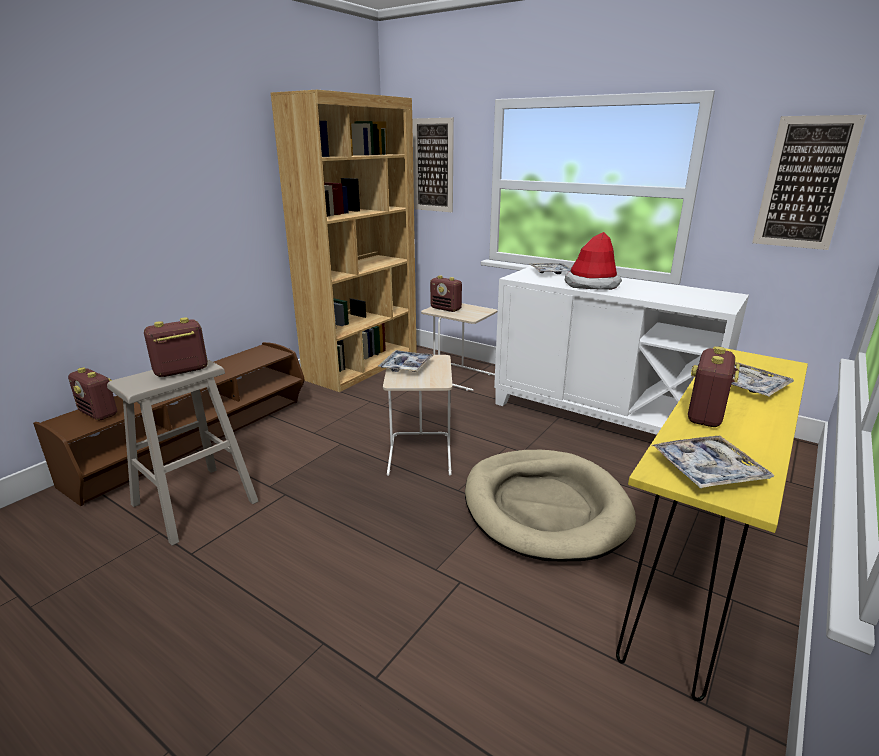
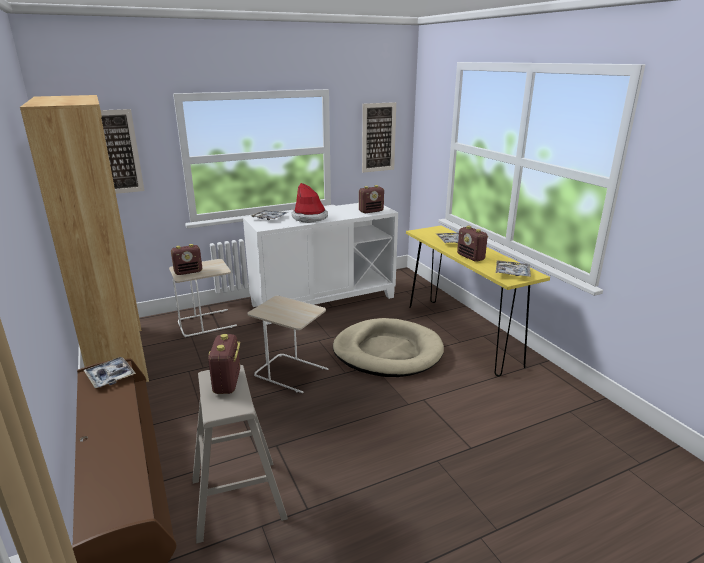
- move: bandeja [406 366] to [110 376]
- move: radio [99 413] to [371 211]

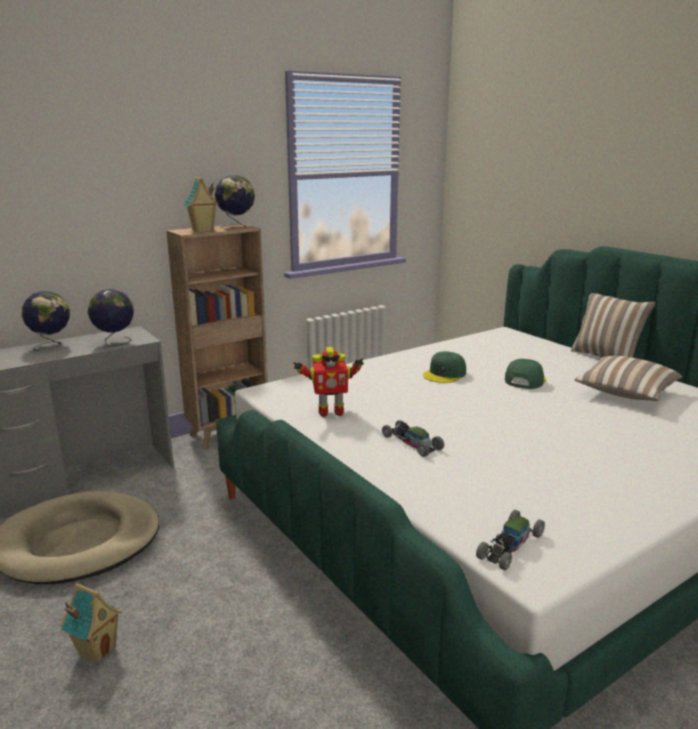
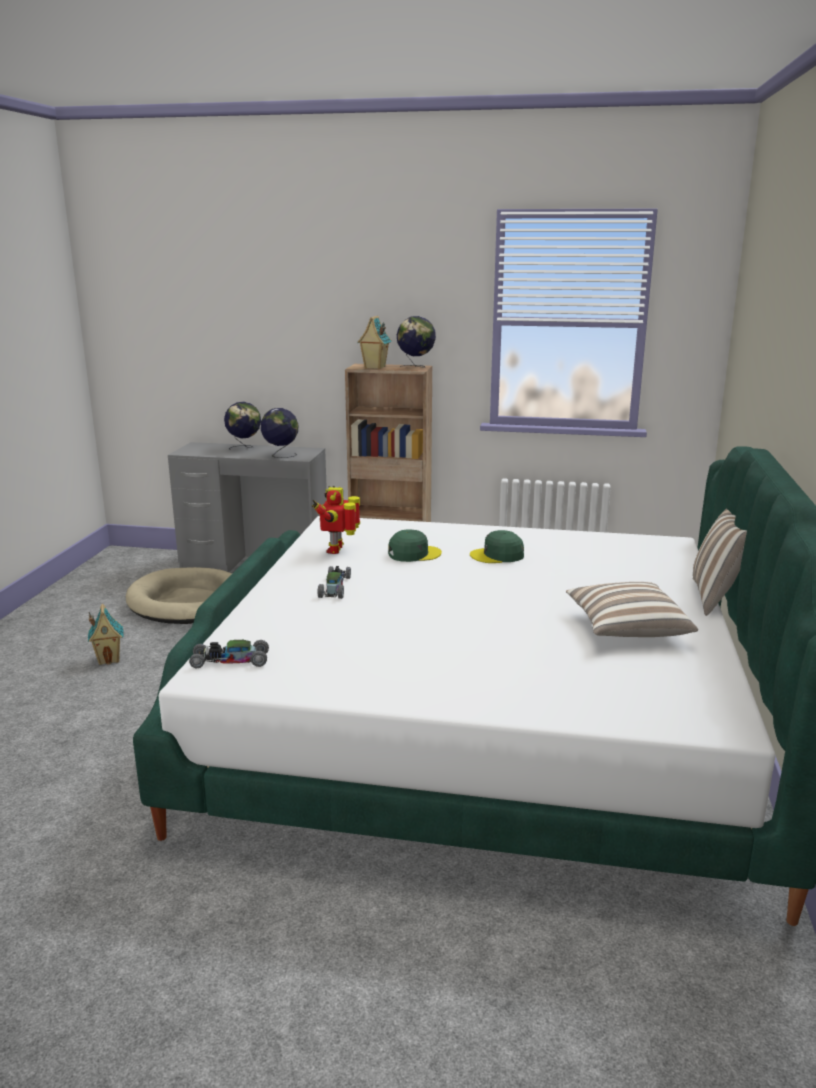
- rotate: robot de juguete [330 412] = [337 549] 60 degrees clockwise
- move: gorra (verde) [524 380] to [414 554]

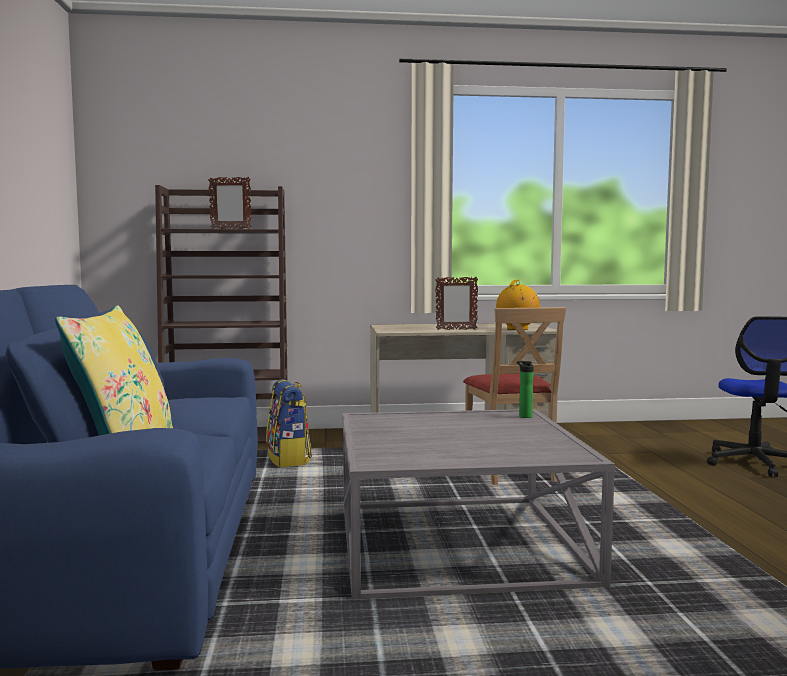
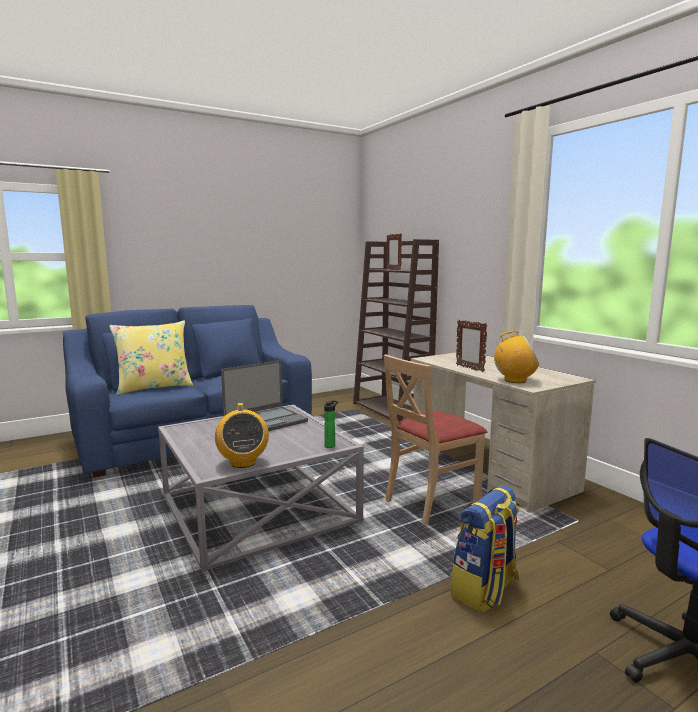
- move: mochila [289 460] to [485 590]
- insert: portátil [265 422]
- insert: radio [243 462]

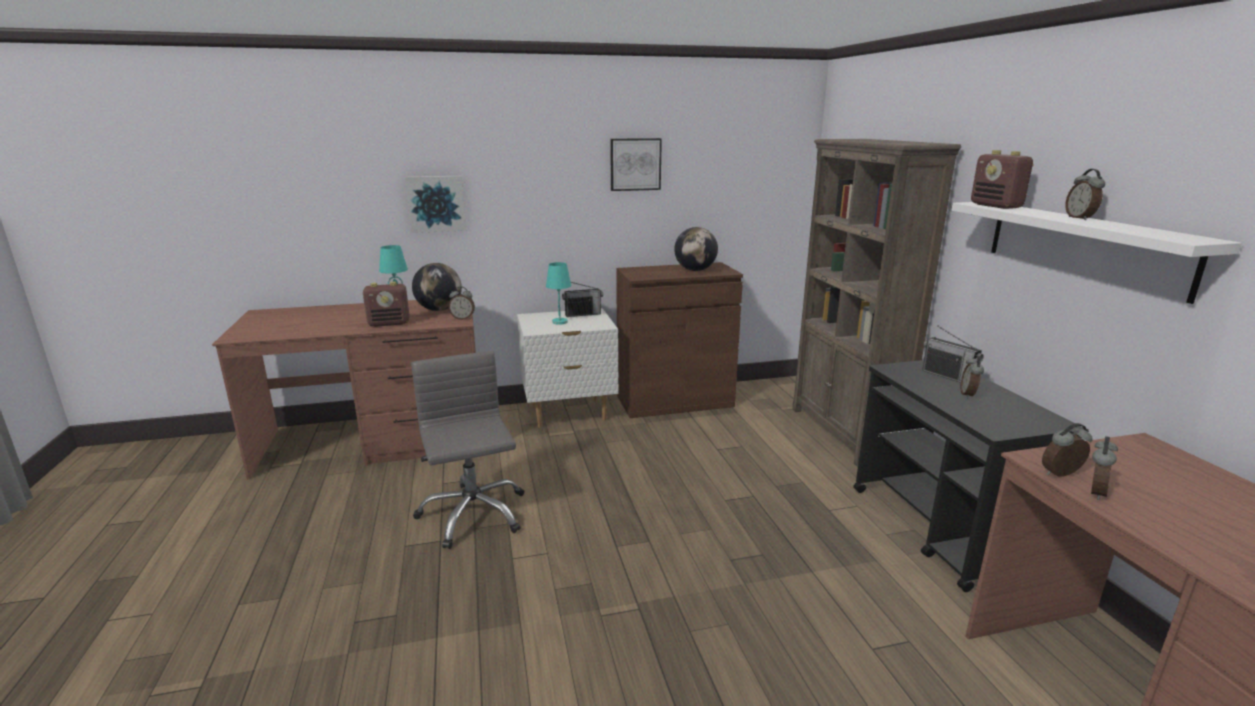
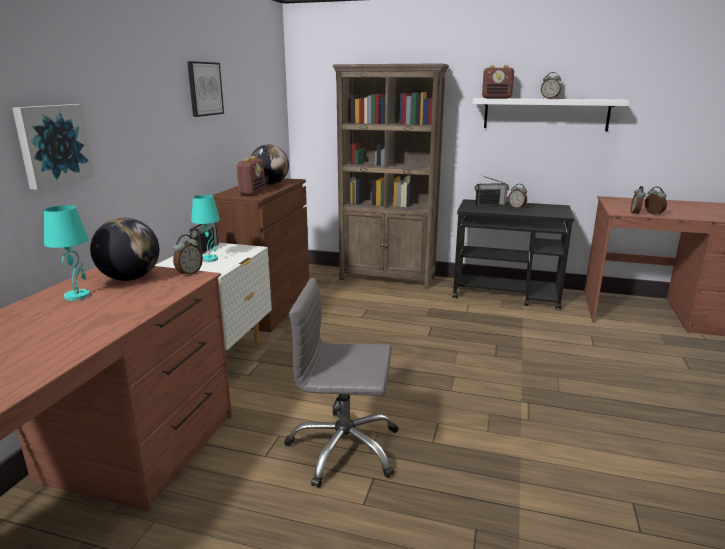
- move: radio [389 323] to [252 192]

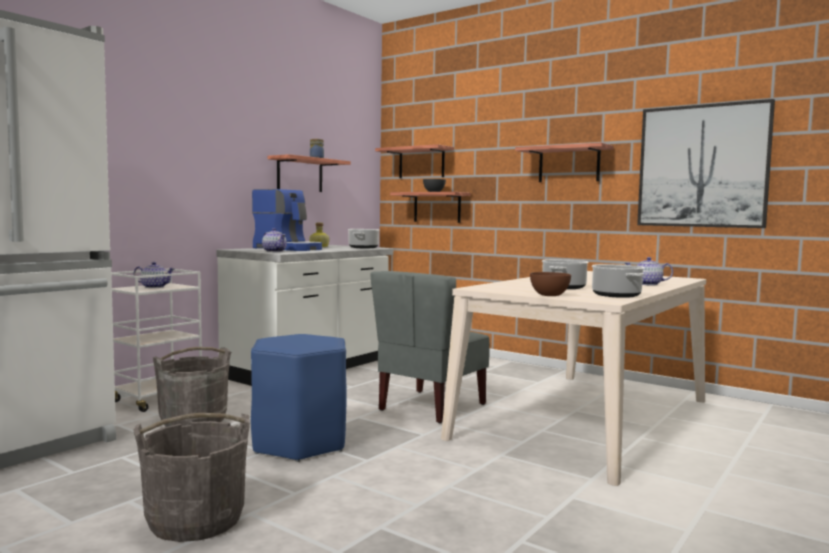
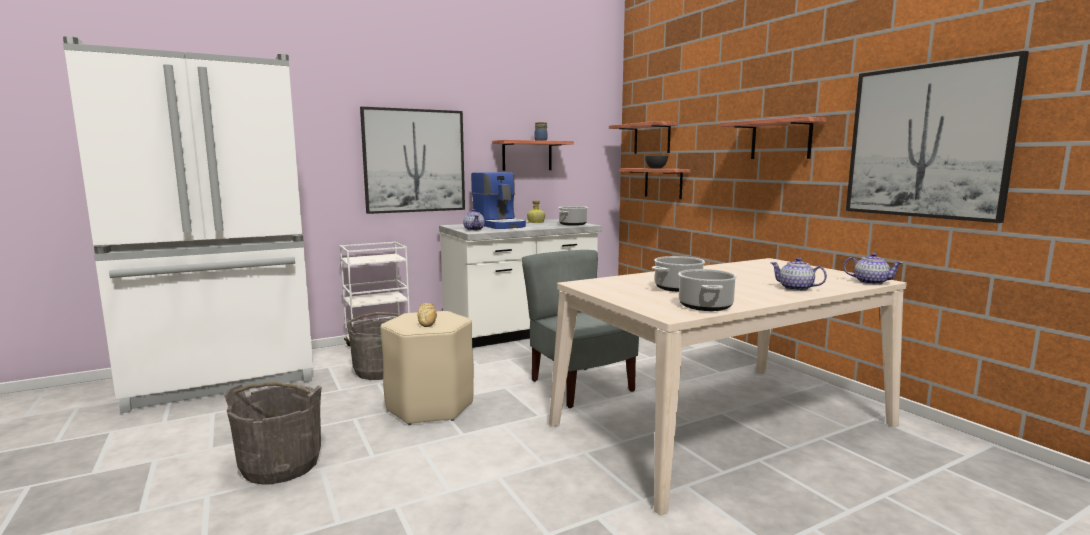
- move: tetera [154 287] to [870 282]
- rotate: silla (gris) [430 407] = [579 386] 90 degrees clockwise
- delete: cuenco (marrón) [549 295]
- recolor: taburete (azul) [300 443] to taburete (beis) [430 406]
- insert: cuadro [414 161]
- insert: pan [427 319]

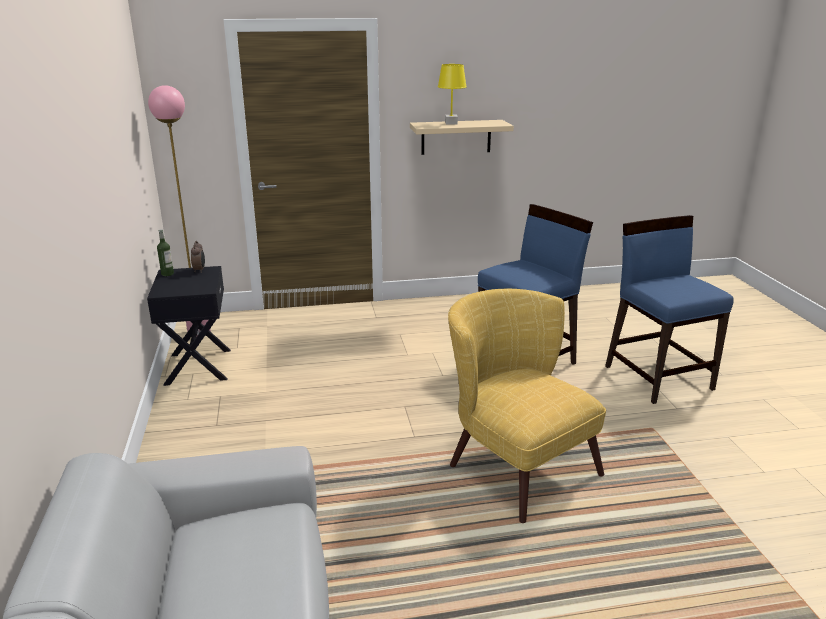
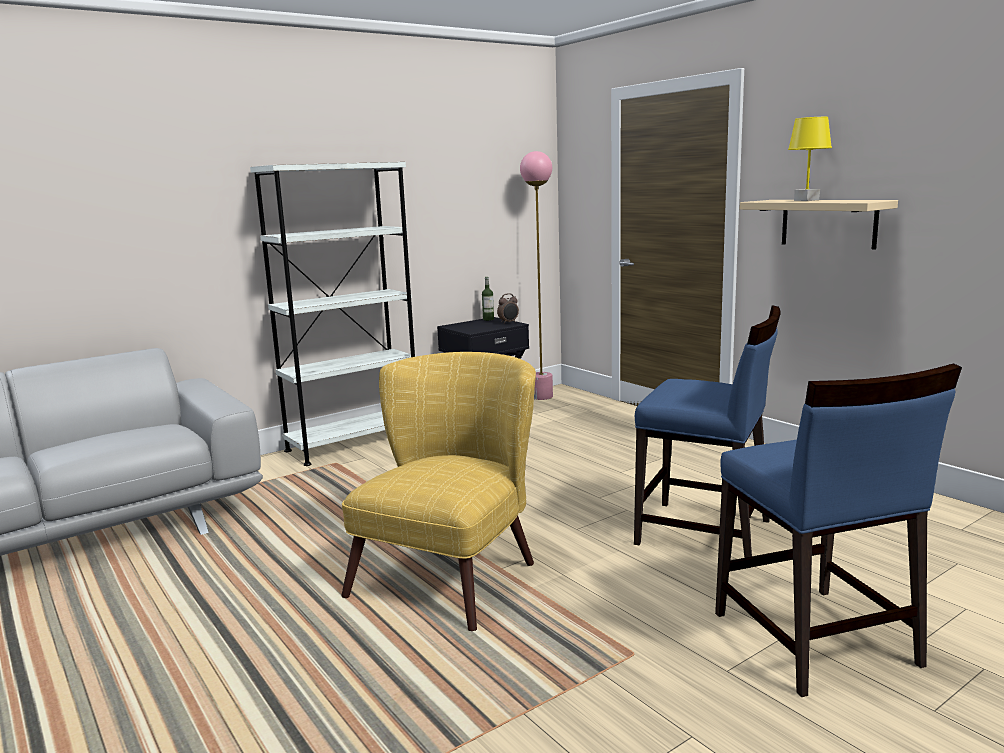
- rotate: silla (azul) [658 377] = [814 640] 120 degrees clockwise
- insert: estantería (blanco) [354 443]

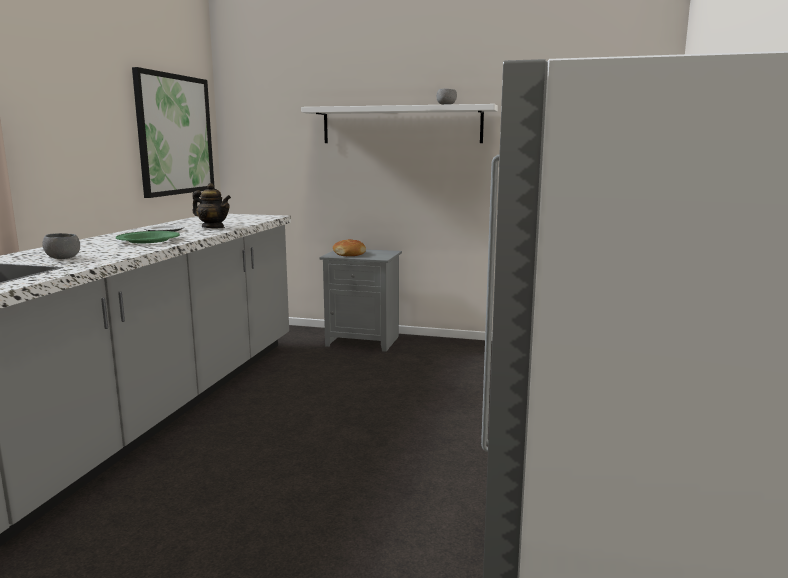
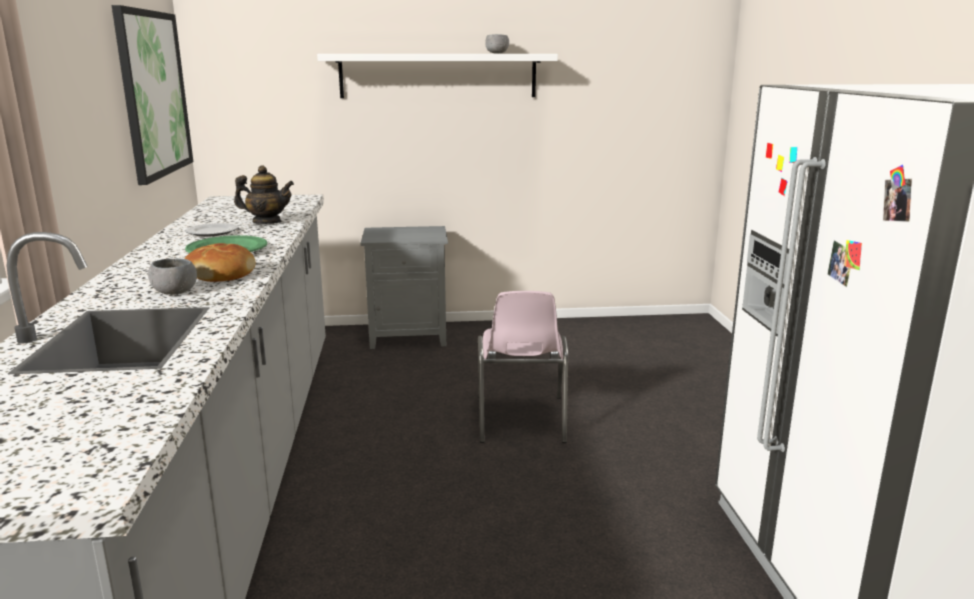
- move: pan [349 254] to [221 274]
- insert: silla (rosa) [520 420]

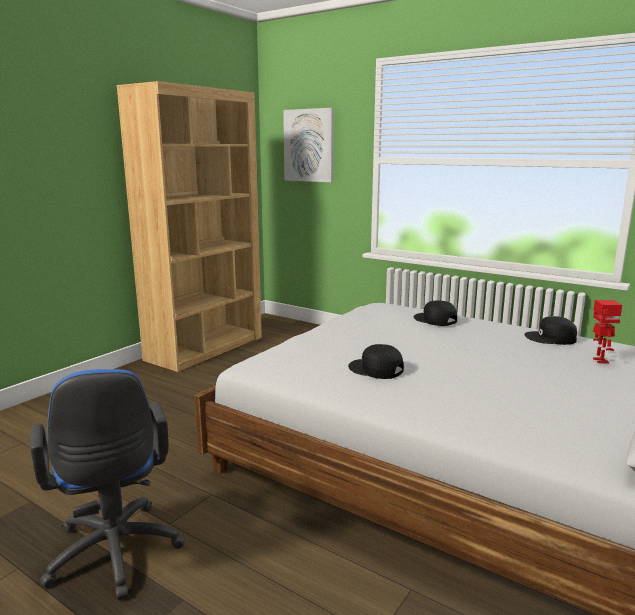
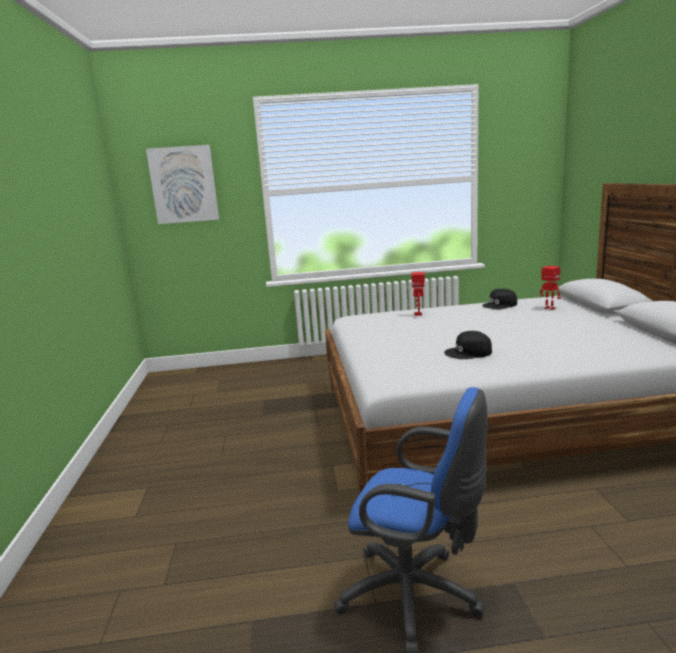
- delete: estantería (marrón) [206 348]
- replace: gorra (negro) [434 320] to robot de juguete [418 314]

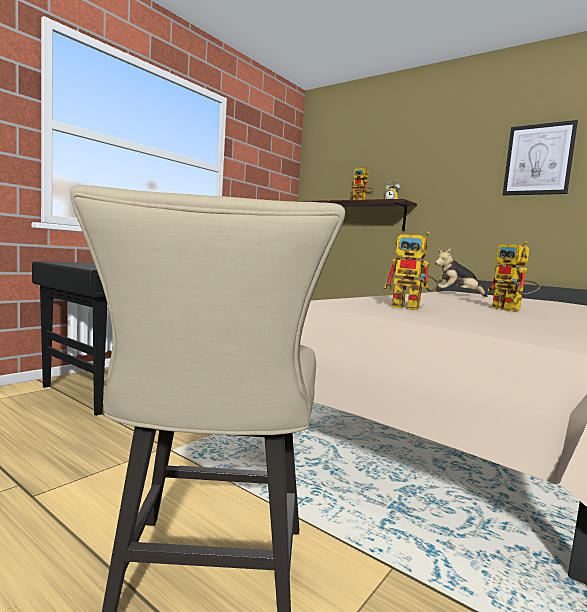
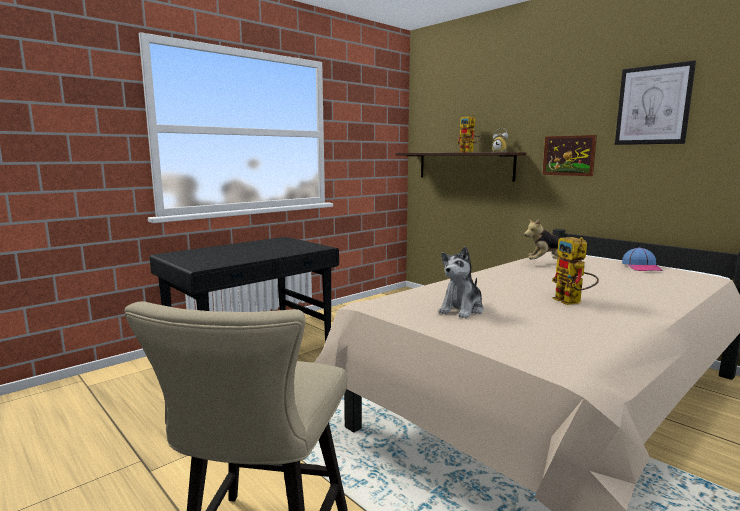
- replace: robot de juguete [412 308] to peluche [462 310]
- insert: cuadro [568 155]
- insert: gorra [641 267]

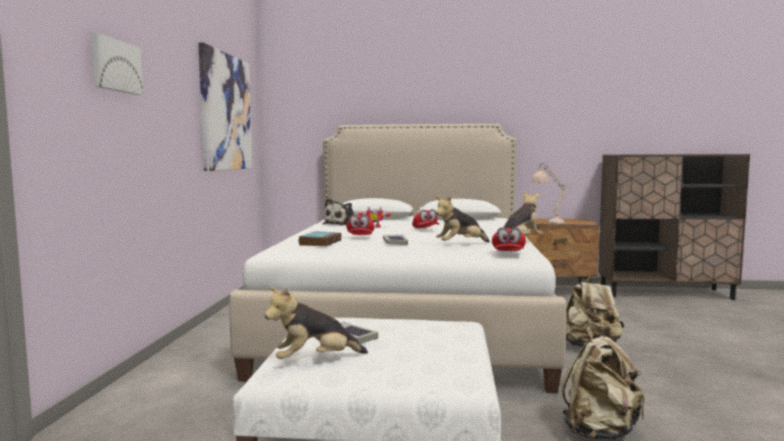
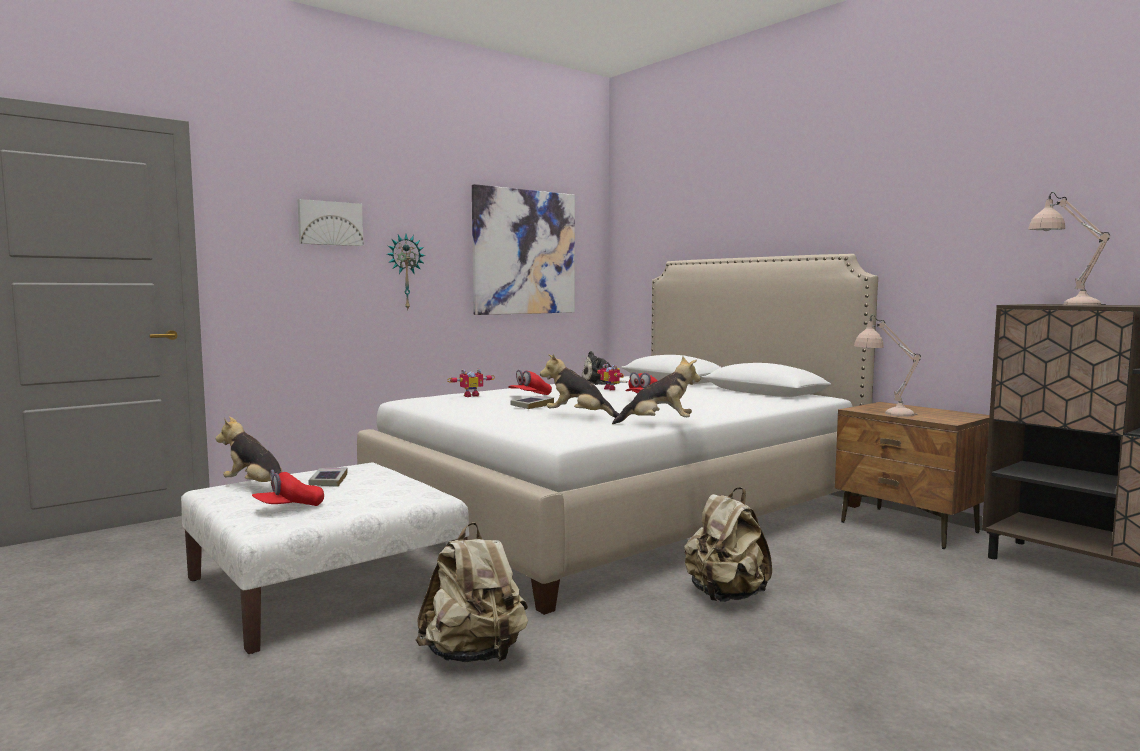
- move: gorra (rojo) [508 254] to [289 508]
- replace: libro [320 242] to robot de juguete [470 395]
- insert: lámpara de mesa (beis) [1063 304]
- insert: reloj de pared [405 272]

